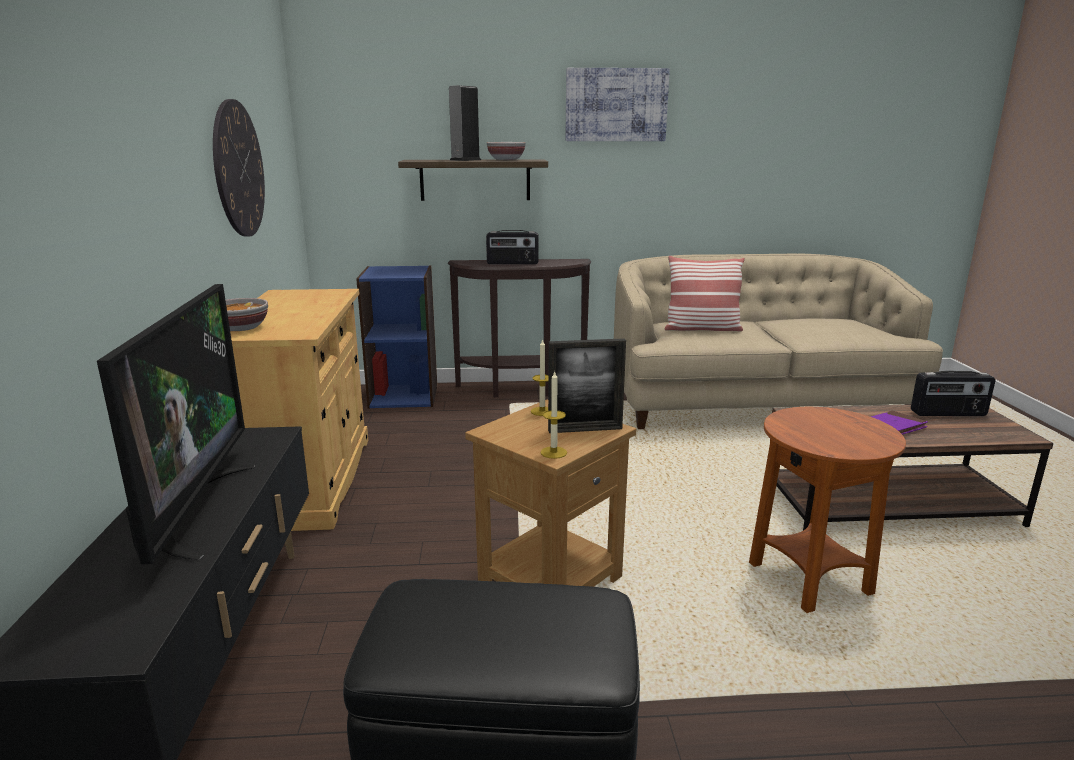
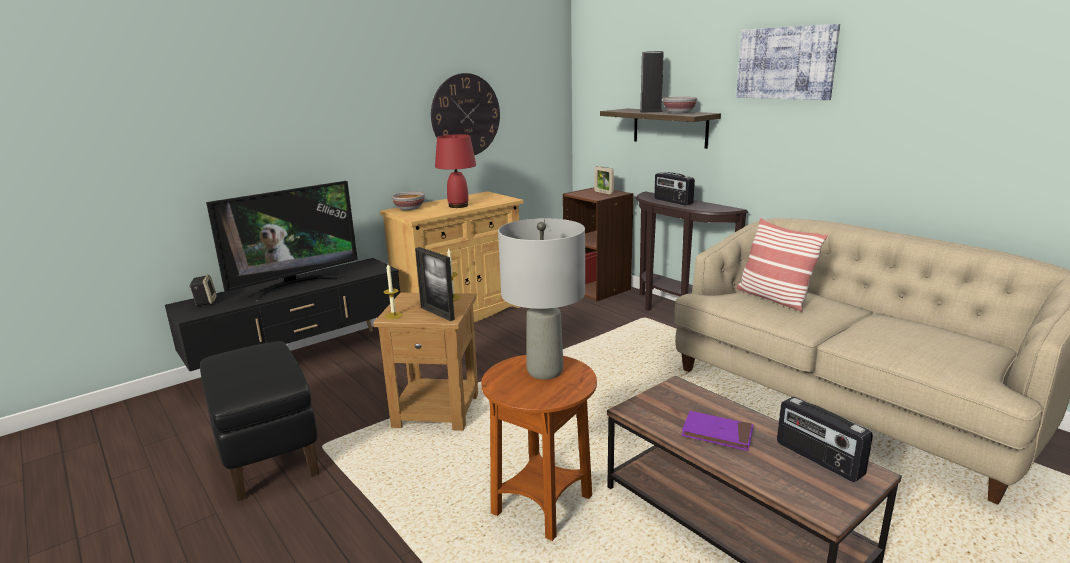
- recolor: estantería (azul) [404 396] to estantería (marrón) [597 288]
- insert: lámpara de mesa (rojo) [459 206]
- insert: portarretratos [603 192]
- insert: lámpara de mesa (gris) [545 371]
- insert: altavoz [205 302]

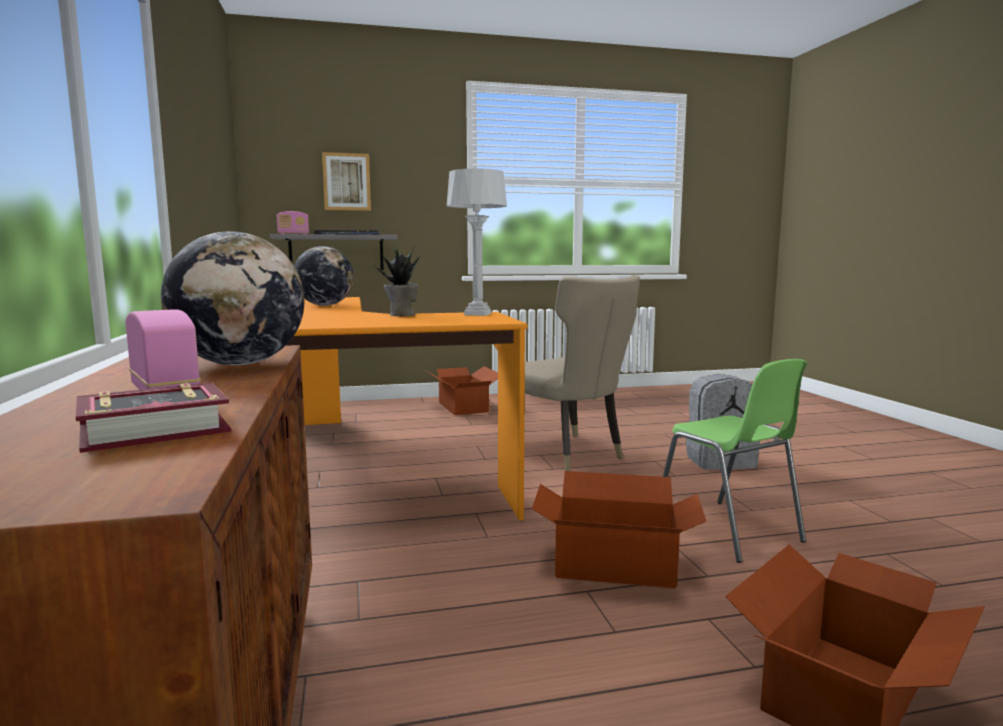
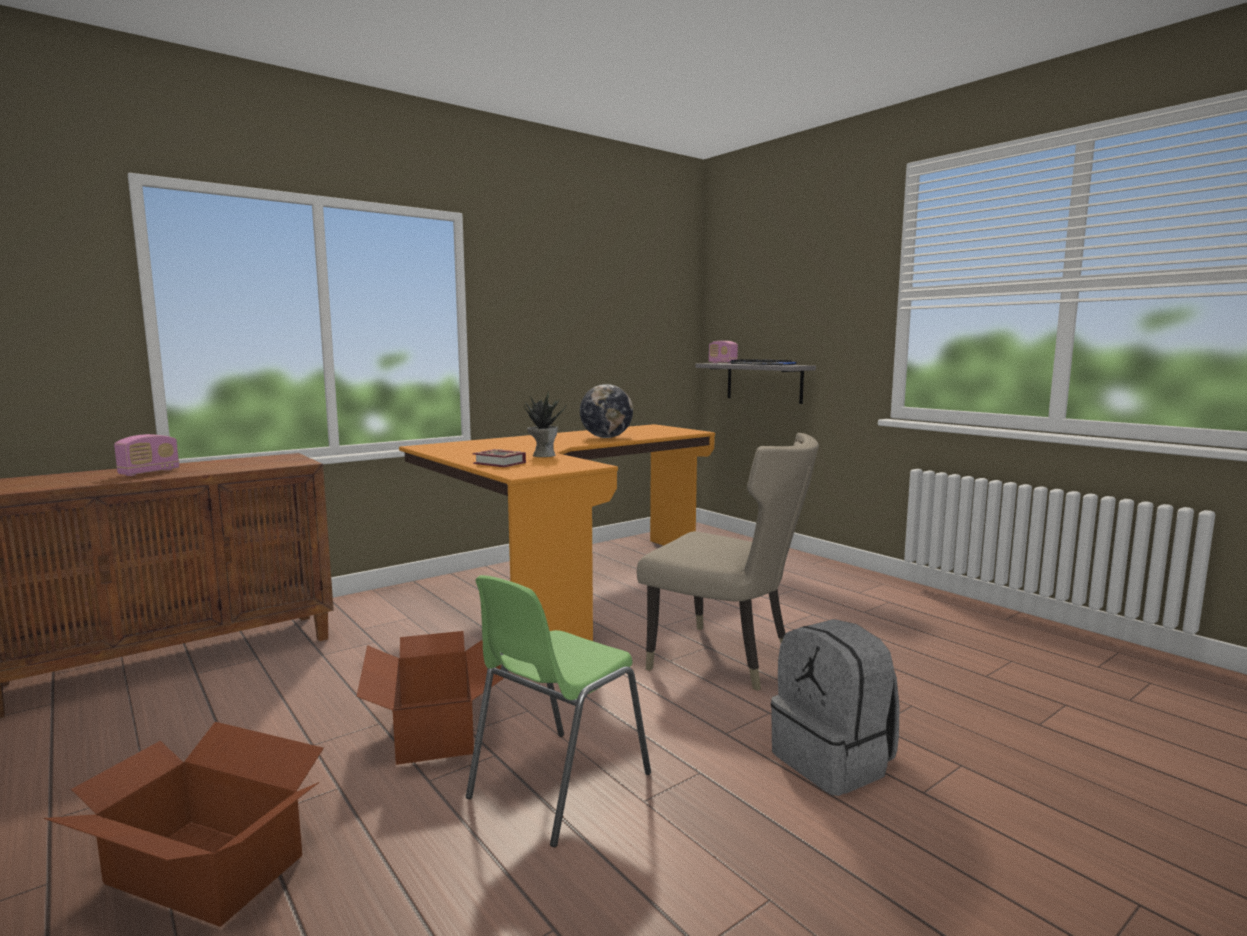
- delete: cuadro [346 182]
- delete: lámpara de mesa (gris) [477 314]
- delete: globo terráqueo [240 364]
- rotate: silla (beis) [569 455] = [727 660] 90 degrees counterclockwise
- delete: caja de cartón [463 407]
- move: libro [162 430] to [500 463]

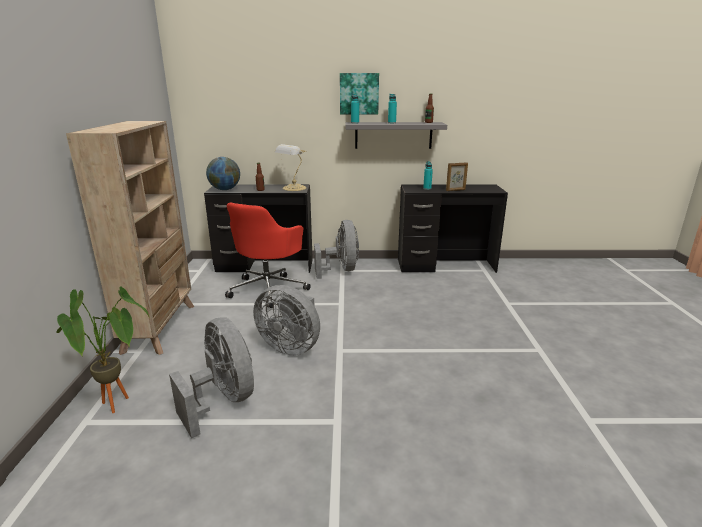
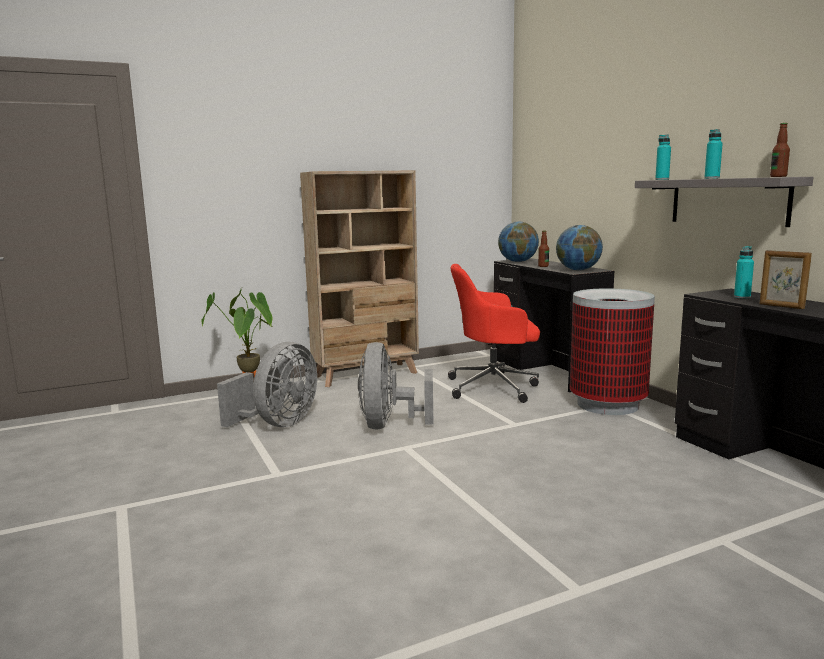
- delete: cuadro [359 93]
- replace: lámpara de mesa [293 188] to globo terráqueo [578 270]
- replace: ventilador (gris) [341 270] to papelera [607 404]

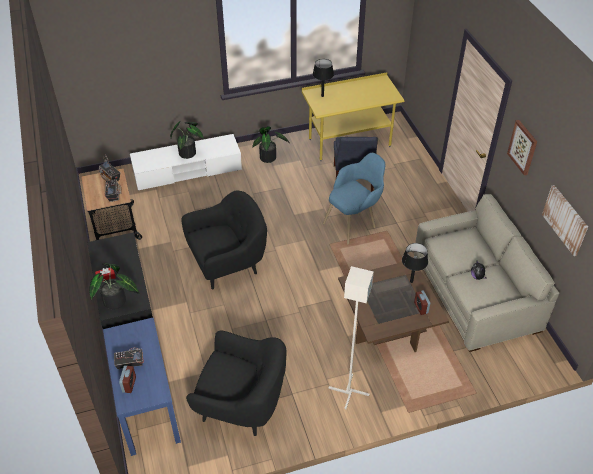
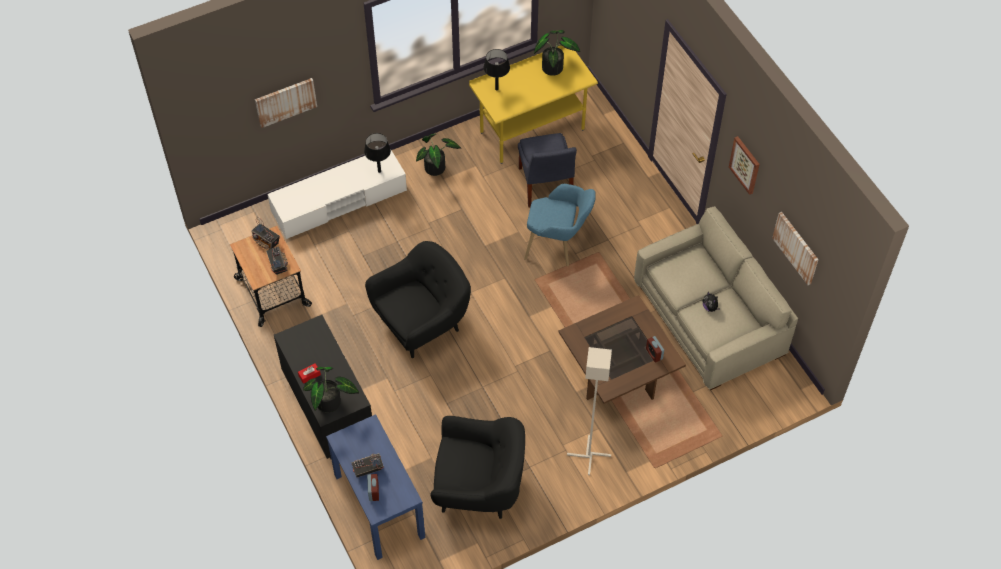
- move: planta en maceta [189 152] to [554 66]
- rotate: sillón (azul) [354 222] = [558 246] 60 degrees clockwise
- move: lámpara de mesa (negro) [411 281] to [379 171]
- insert: cuadro [285 101]

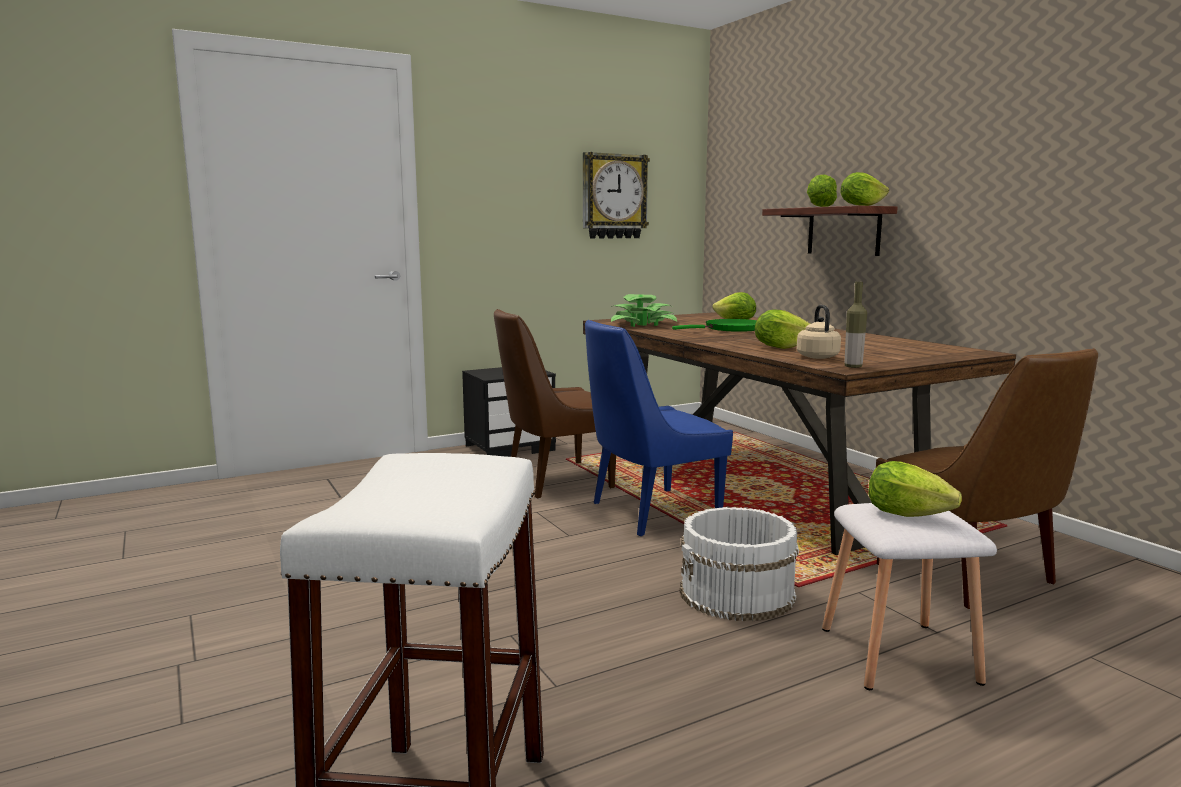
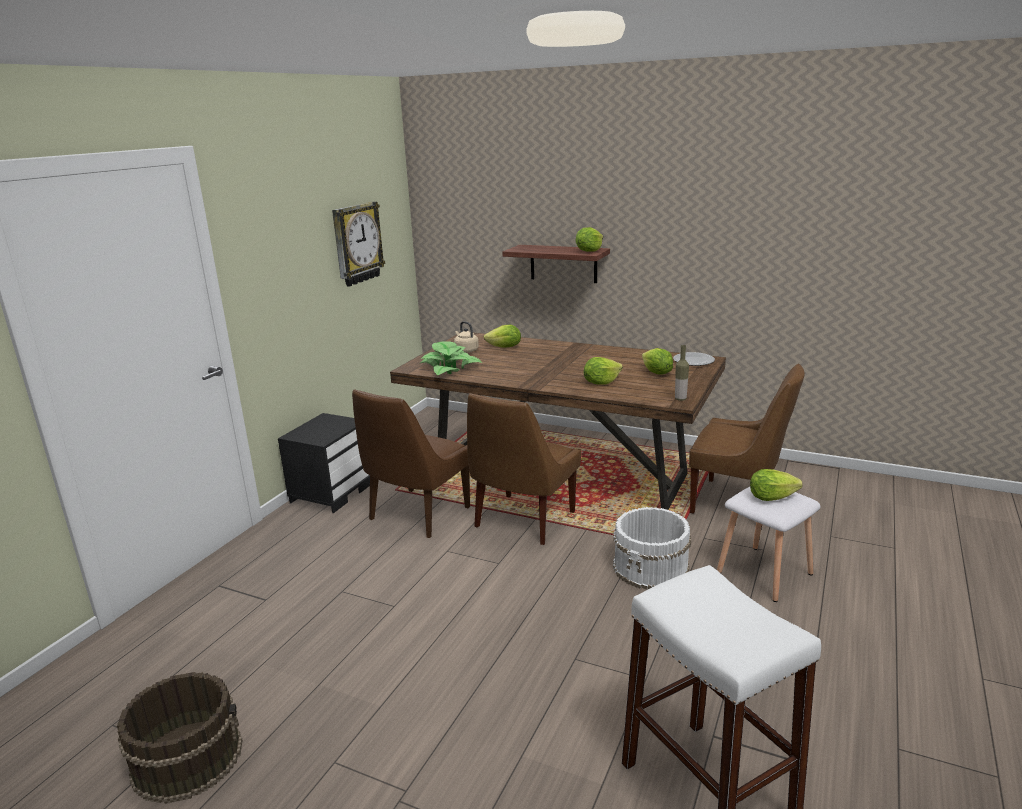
- move: lechuga [820 207] to [656 373]
- move: hervidor (beis) [816 356] to [465 350]
- delete: sartén (verde) [731 329]
- recolor: silla (azul) [650 513] to silla (marrón) [522 521]
- insert: plato [693 361]
- insert: cubo (marrón) [188 757]

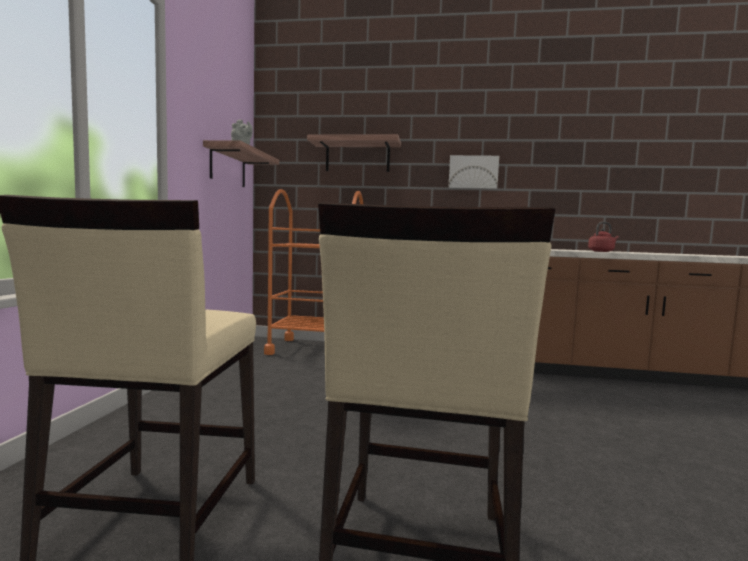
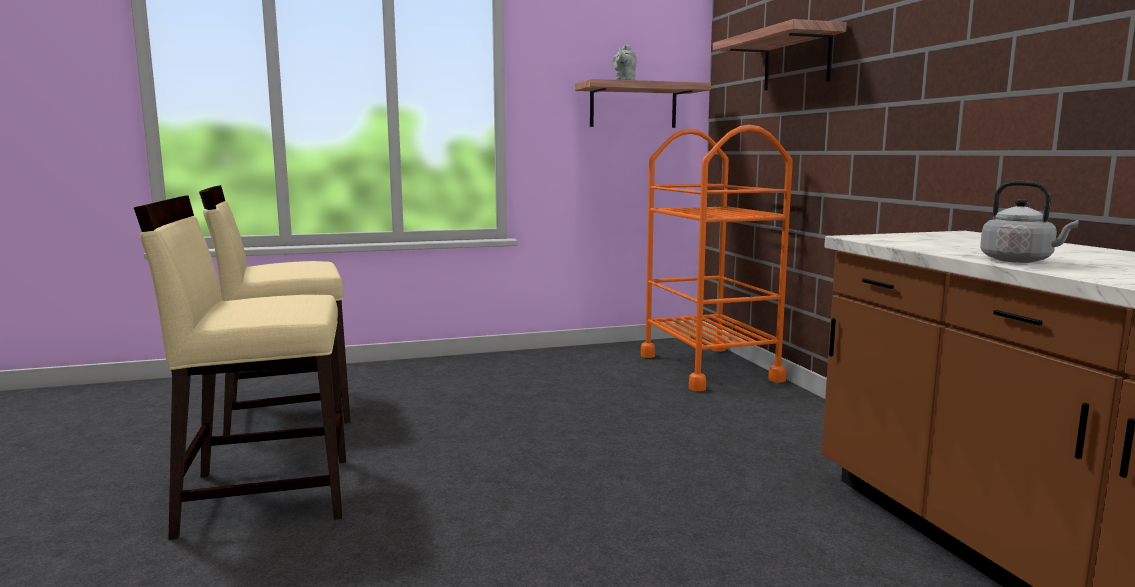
- delete: cuadro [473 172]
- recolor: hervidor (rojo) [602 251] to hervidor (gris) [1020 261]

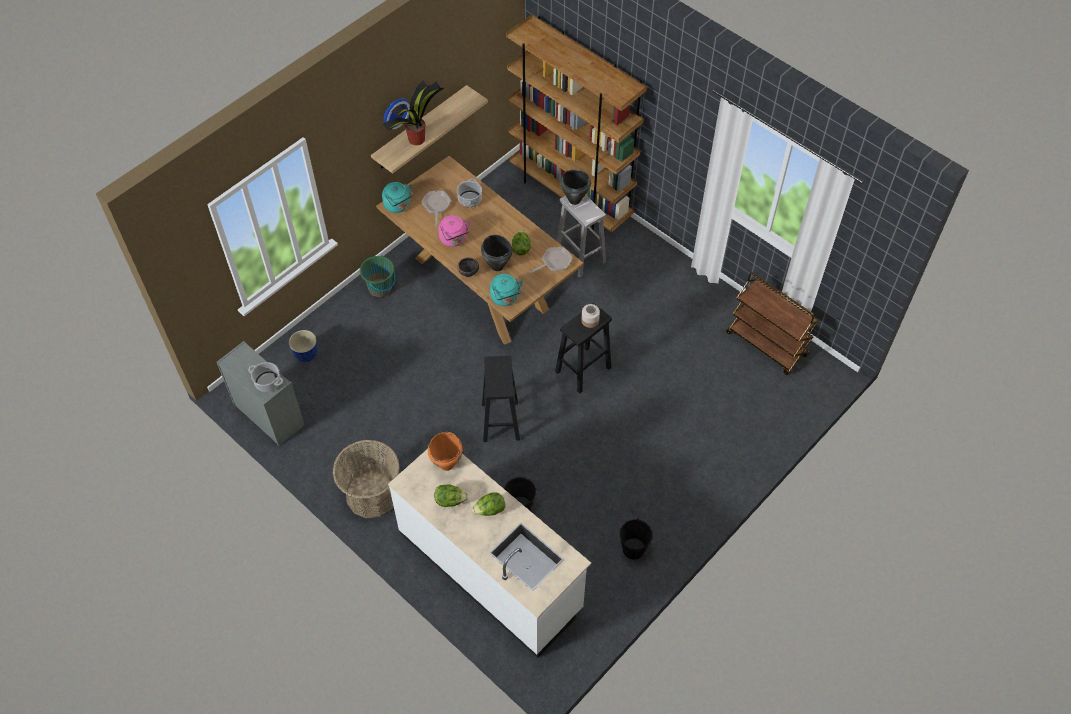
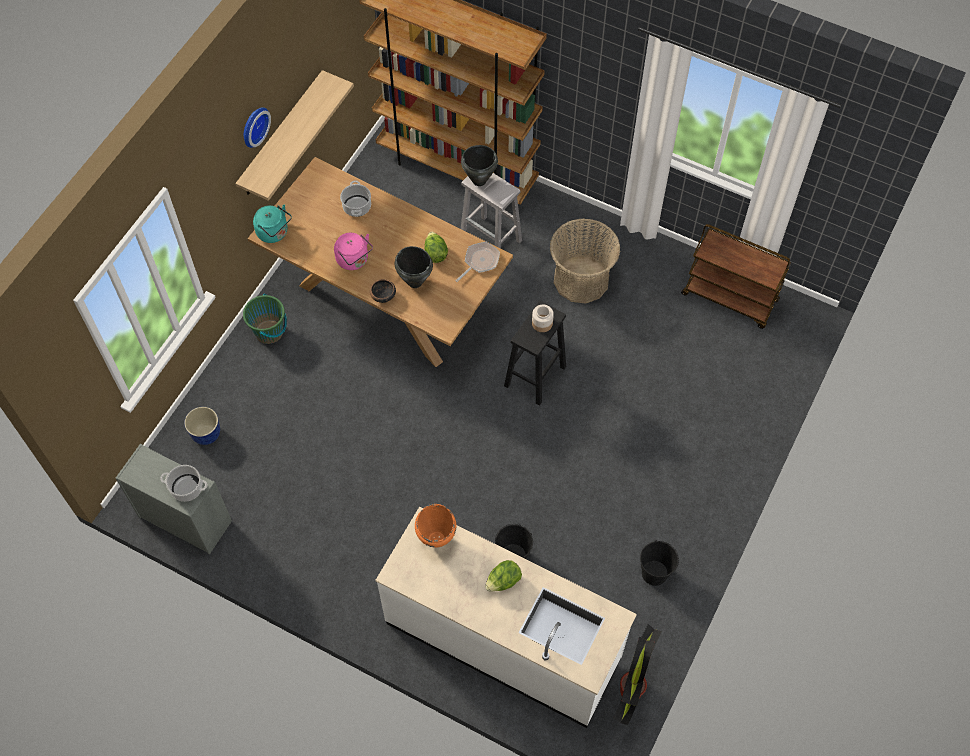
- move: planta en maceta [417 138] to [631 690]
- delete: sartén [436 206]
- delete: hervidor (turquesa) [505 298]
- delete: taburete (negro) [500 420]
- move: cesta [372 494] to [581 279]
- delete: lechuga [450 500]

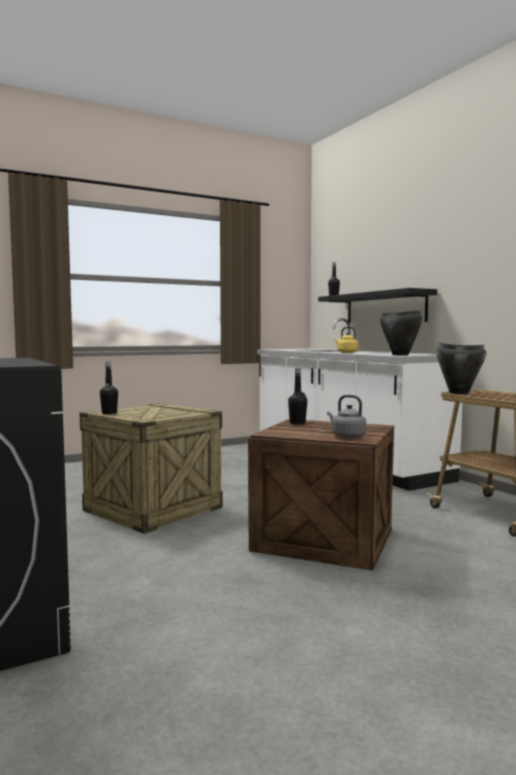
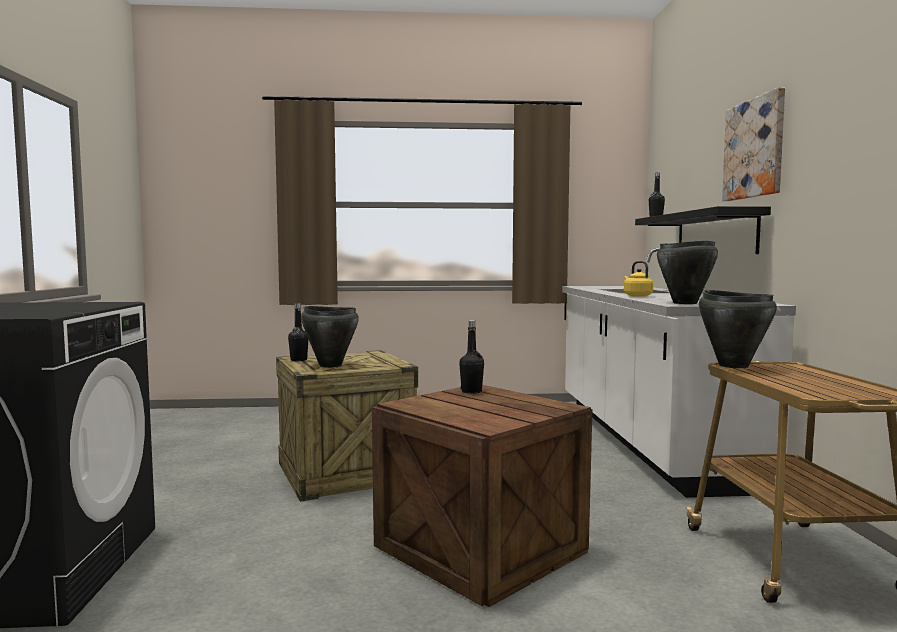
- delete: hervidor (gris) [346 437]
- insert: cuadro [754 149]
- insert: olla (negro) [330 365]

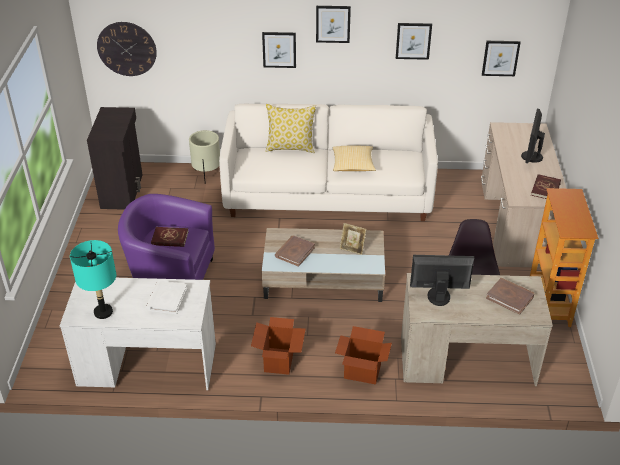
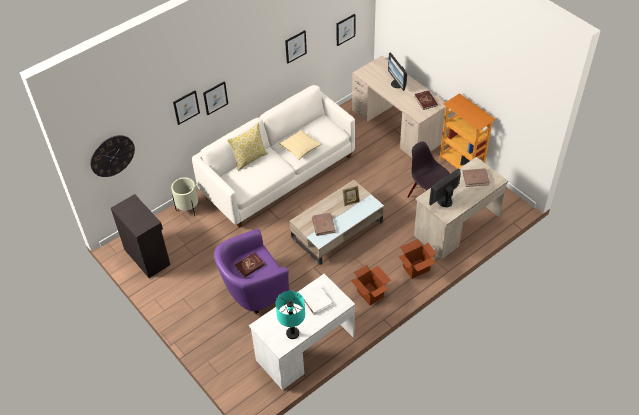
- move: cuadro [333 24] to [186 107]

